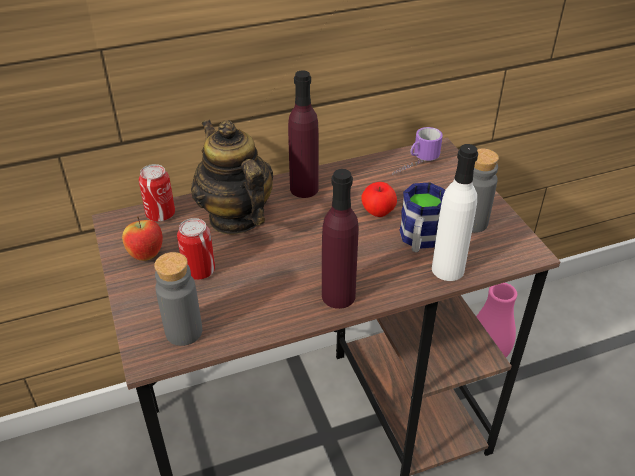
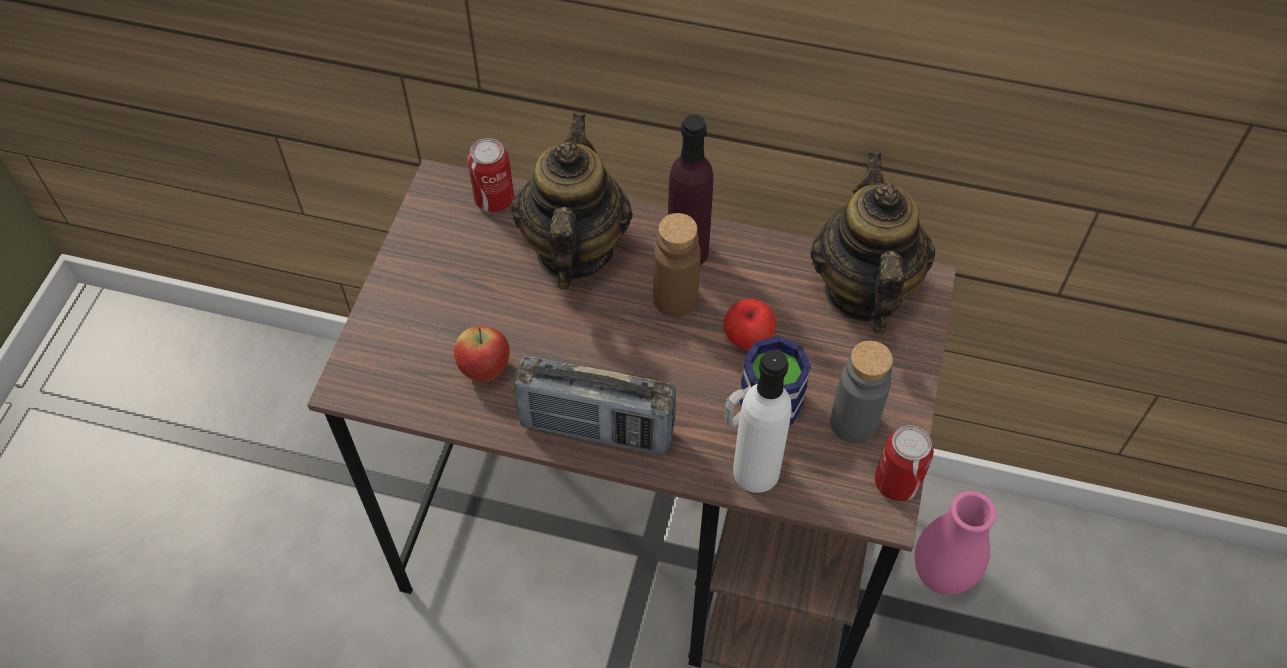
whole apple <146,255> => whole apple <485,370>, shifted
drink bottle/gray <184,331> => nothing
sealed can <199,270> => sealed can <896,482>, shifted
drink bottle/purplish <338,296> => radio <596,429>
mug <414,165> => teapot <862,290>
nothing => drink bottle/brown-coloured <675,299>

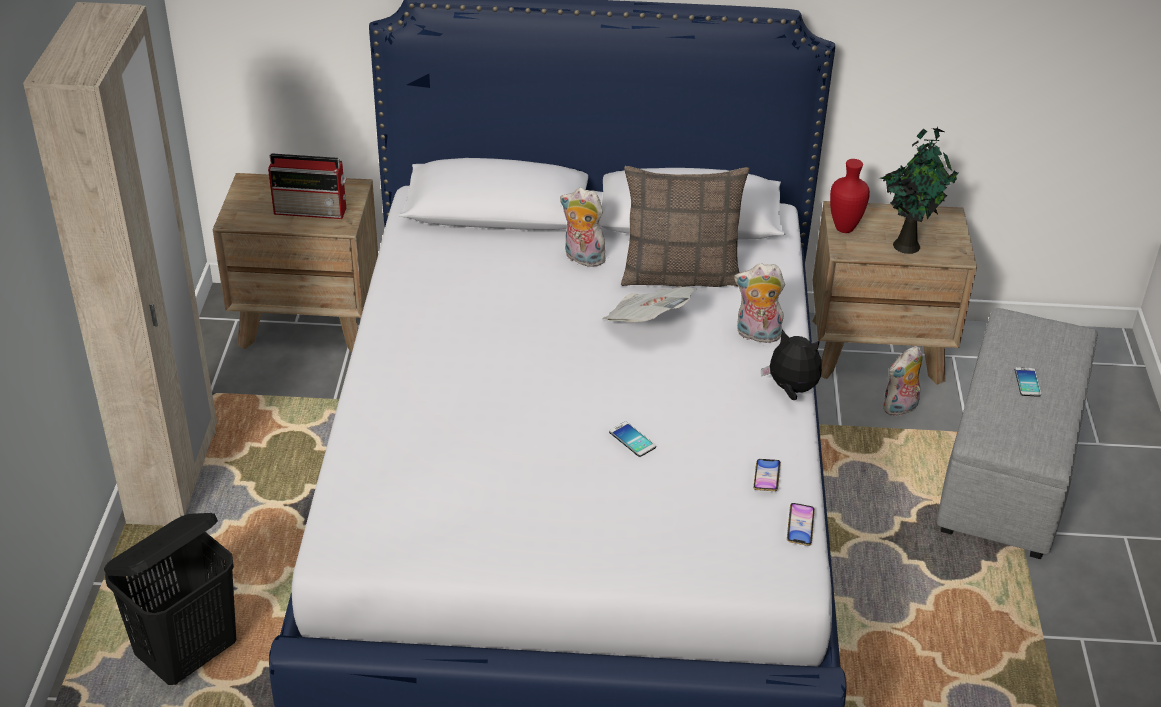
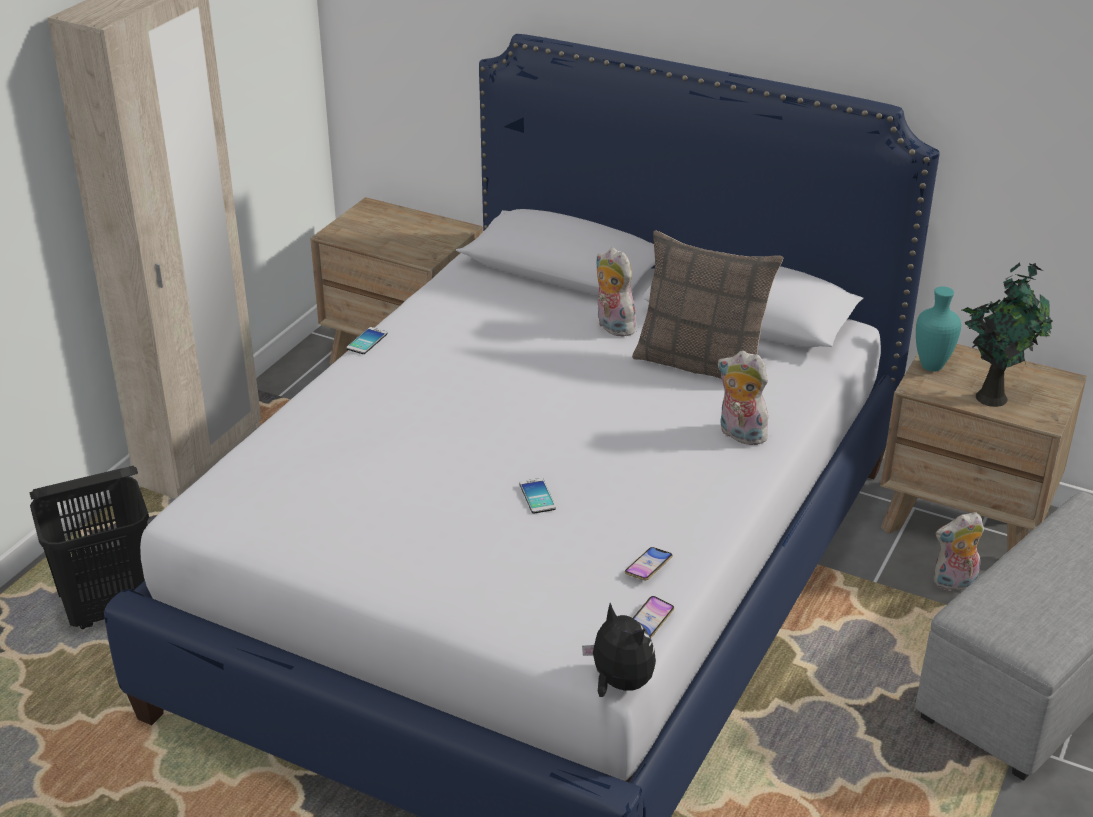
radio <312,210> => nothing
daily paper <647,323> => nothing
plush toy <791,390> => plush toy <619,683>, shifted
flower vase/red-coloured <845,229> => flower vase/turquoise-coloured <933,367>
phone <1027,382> => phone <367,341>, shifted

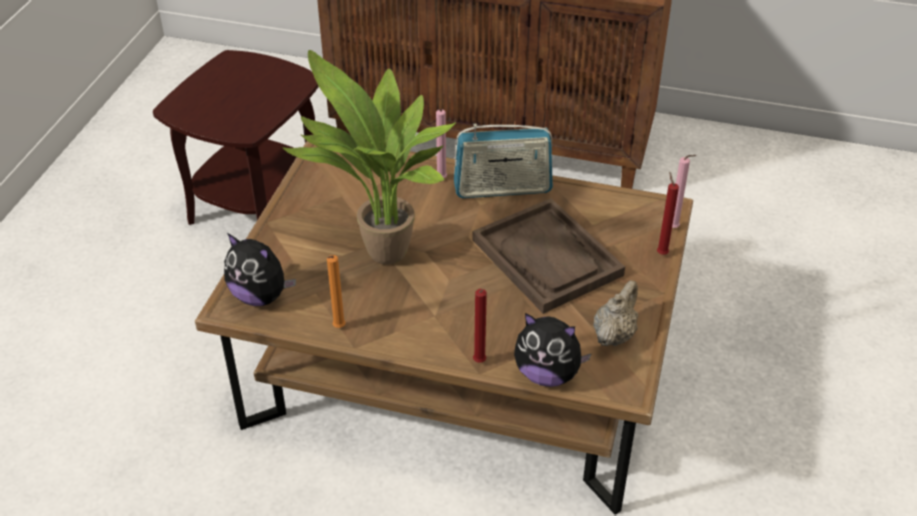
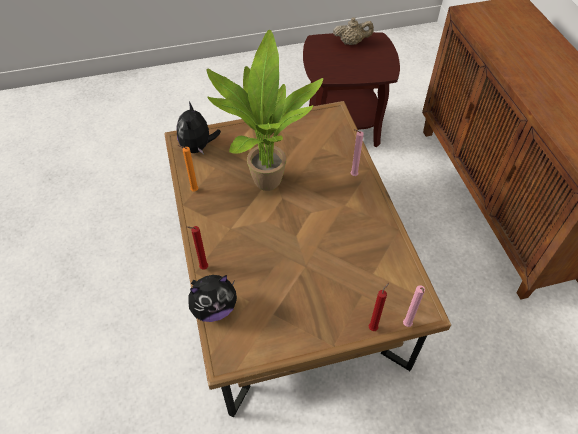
radio <502,188> => nothing
serving tray/brown-coloured <547,258> => nothing
plush toy <547,374> => plush toy <214,308>, 105 degrees counterclockwise
teapot/beige-coloured <614,335> => teapot/beige-coloured <351,42>, shifted

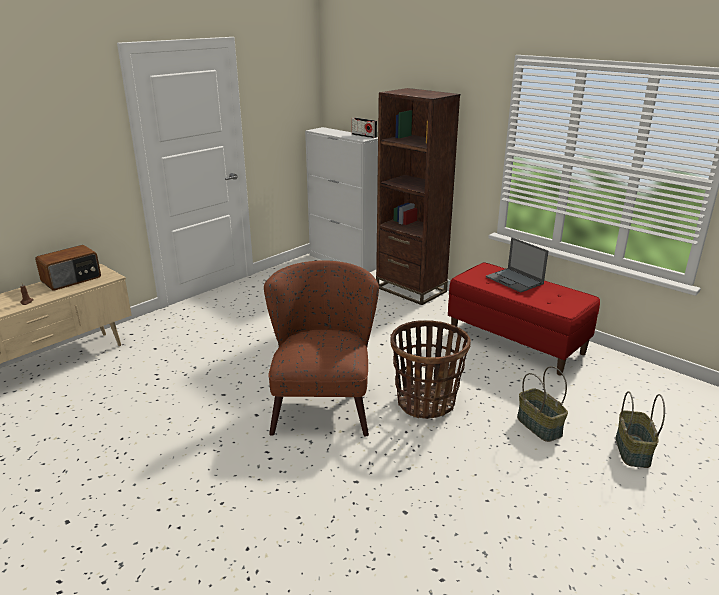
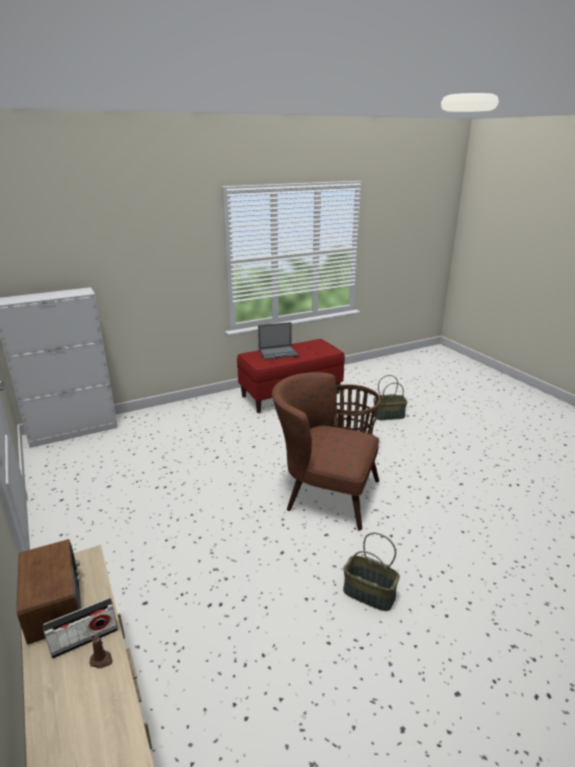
radio <364,136> => radio <85,639>, shifted
bookcase/brown-coloured <411,289> => nothing
storage basket <631,450> => storage basket <368,594>, shifted

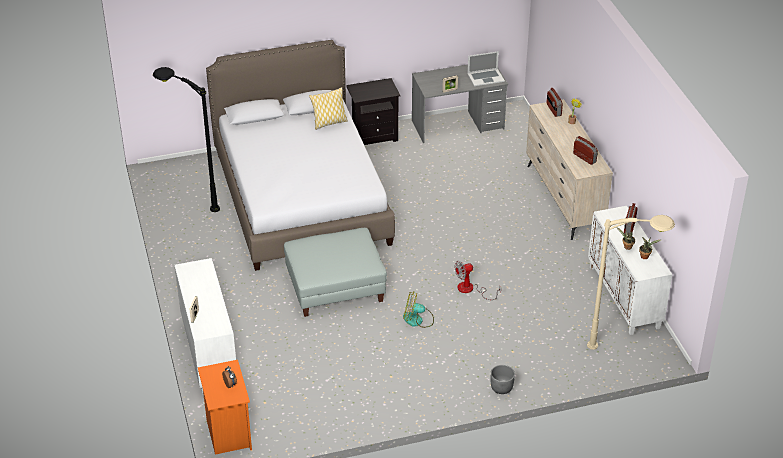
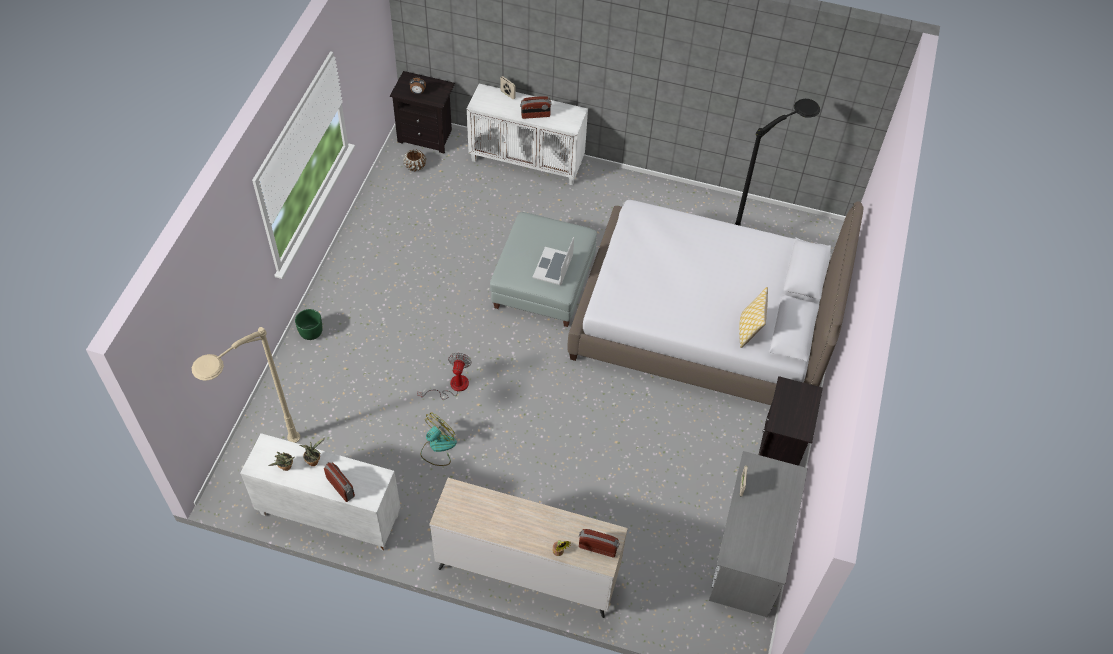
bedside table/orange-coloured <228,433> => bedside table/blackish <427,136>
electric fan <417,320> => electric fan <438,447>, shifted
notebook computer <485,77> => notebook computer <553,266>, shifted
flower pot/gray <501,388> => flower pot/green-coloured <311,332>
radio <584,158> => radio <535,115>, shifted
nothing => flower pot/brown-coloured <415,166>

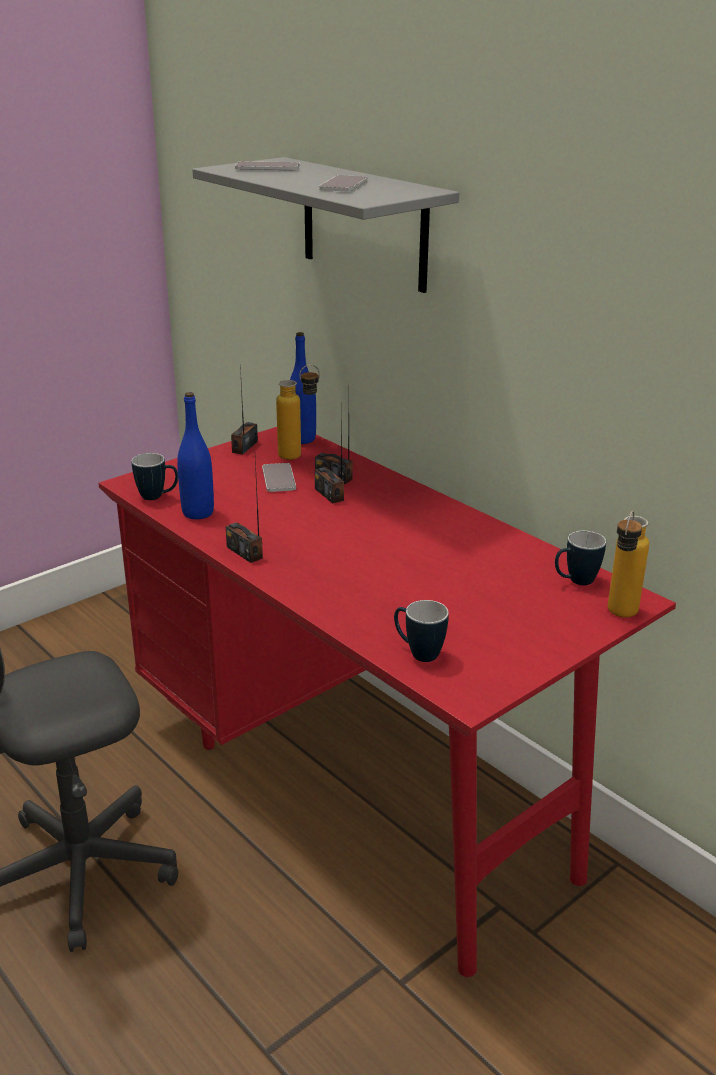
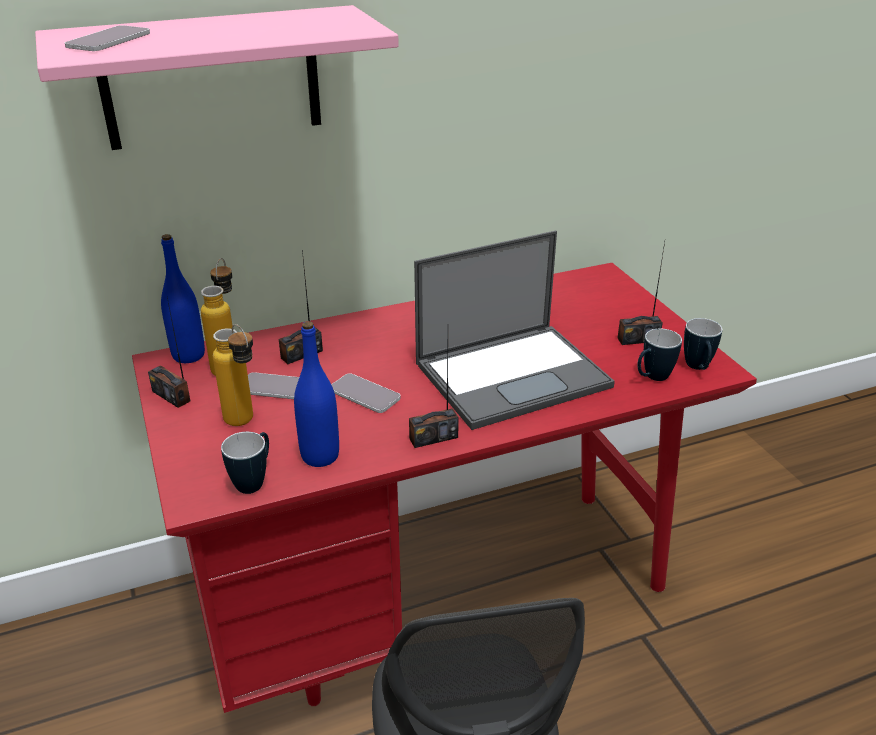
bracket shelf/gray <364,224> => bracket shelf/pink <211,78>
radio <329,494> => radio <638,339>, shifted
phone <343,185> => phone <364,394>, shifted
mug <575,582> => mug <698,368>, shifted
drink bottle <619,617> => drink bottle <245,424>, shifted
nothing => notebook computer <514,374>

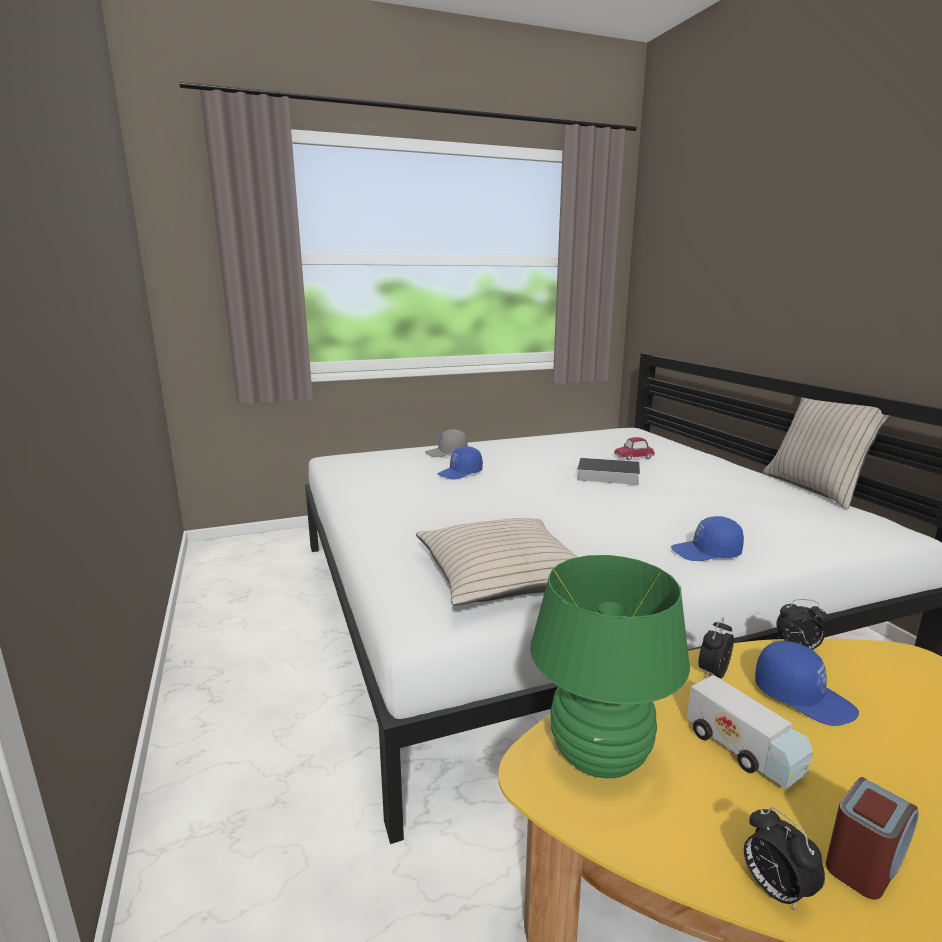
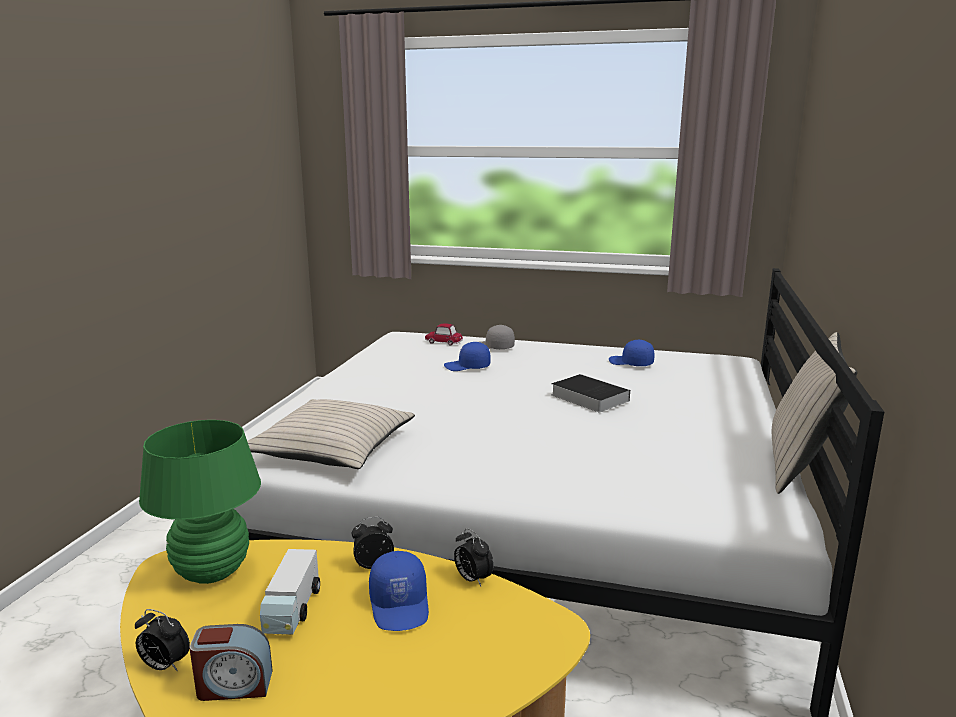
model car <633,457> => model car <443,342>, shifted
peaked cap/blue <706,553> => peaked cap/blue <630,363>, shifted
bedside clock <774,889> => bedside clock <164,666>, 75 degrees counterclockwise

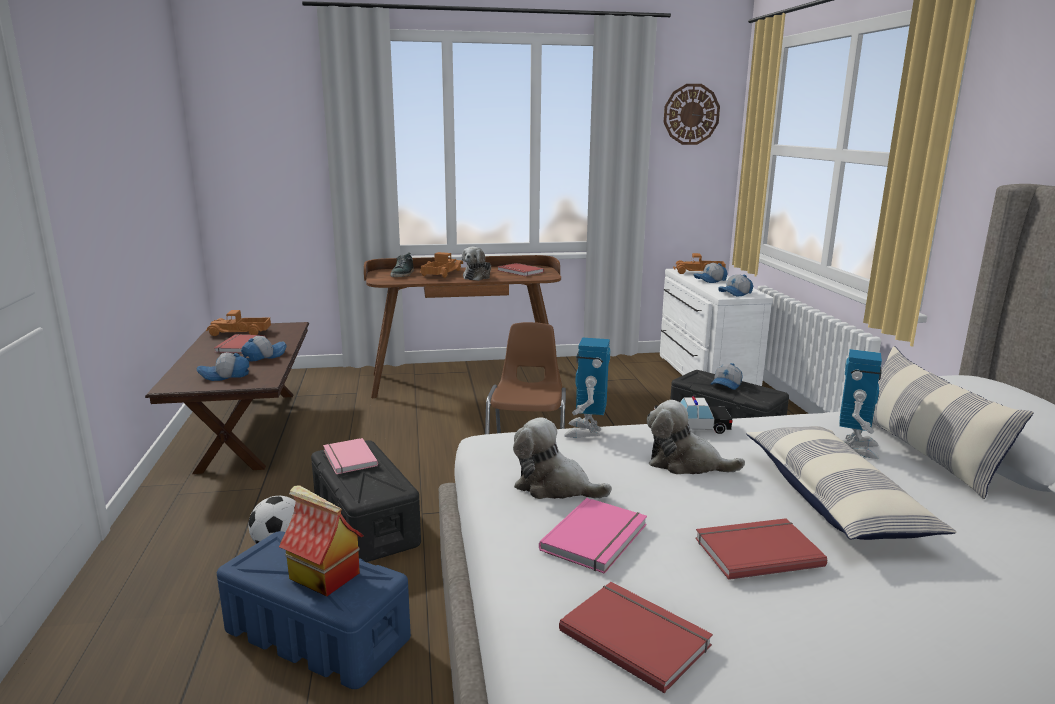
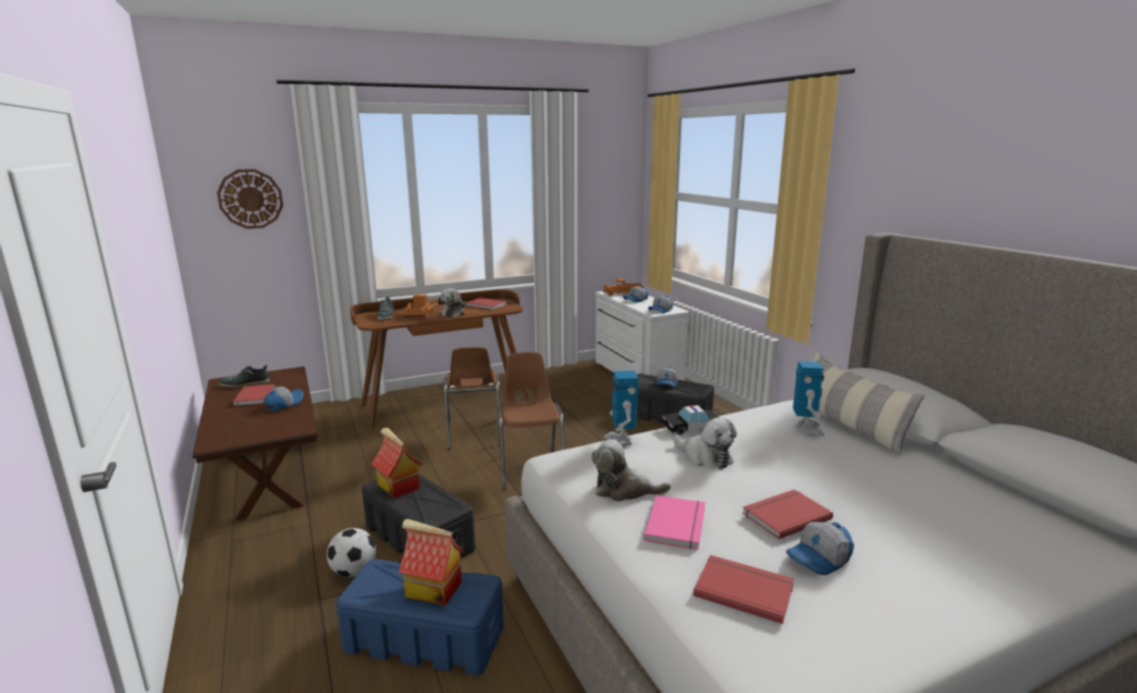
peaked cap <224,376> => peaked cap <819,559>, shifted
toy lorry <239,333> => shoe <245,384>
volume/pink <348,459> => model house <397,487>
plush toy <685,464> => plush toy <704,458>, 135 degrees counterclockwise
clock on the wall <691,114> => clock on the wall <250,199>, shifted
throw pillow <834,499> => nothing
nothing => plain chair/brown-coloured <474,434>

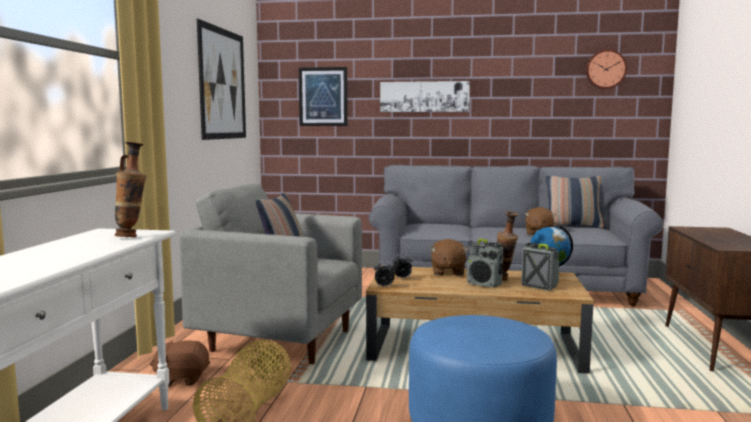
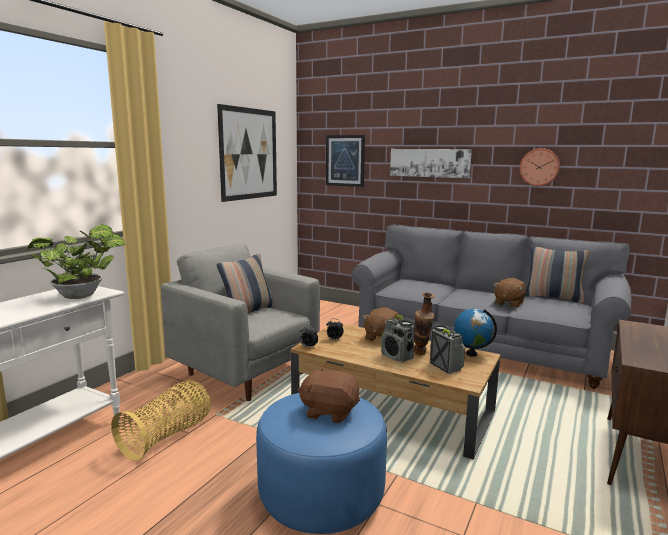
flower vase <132,237> => plant in a pot <83,296>
plush toy/brown-coloured <182,379> => plush toy/brown-coloured <329,411>, shifted
clock on the wall <605,69> => clock on the wall <539,167>, shifted

